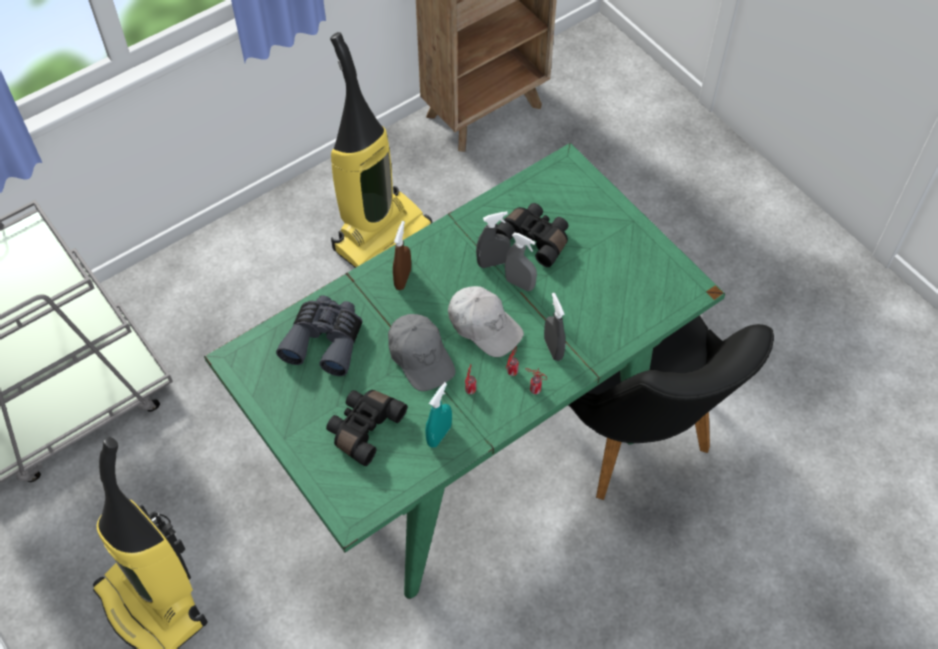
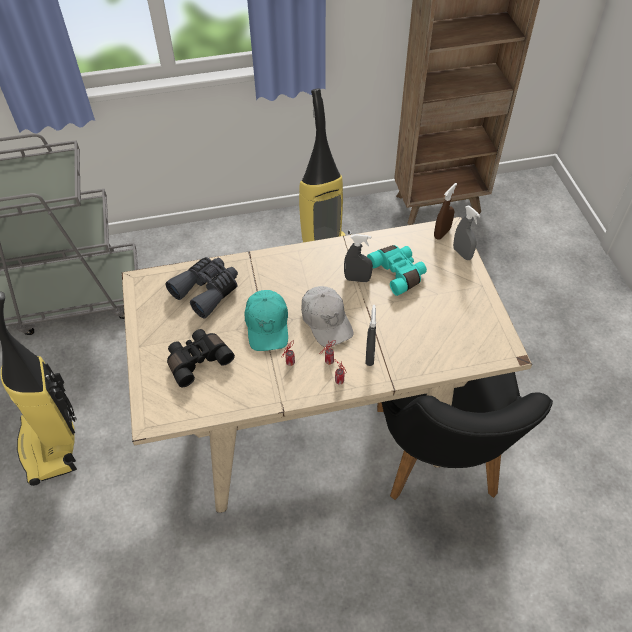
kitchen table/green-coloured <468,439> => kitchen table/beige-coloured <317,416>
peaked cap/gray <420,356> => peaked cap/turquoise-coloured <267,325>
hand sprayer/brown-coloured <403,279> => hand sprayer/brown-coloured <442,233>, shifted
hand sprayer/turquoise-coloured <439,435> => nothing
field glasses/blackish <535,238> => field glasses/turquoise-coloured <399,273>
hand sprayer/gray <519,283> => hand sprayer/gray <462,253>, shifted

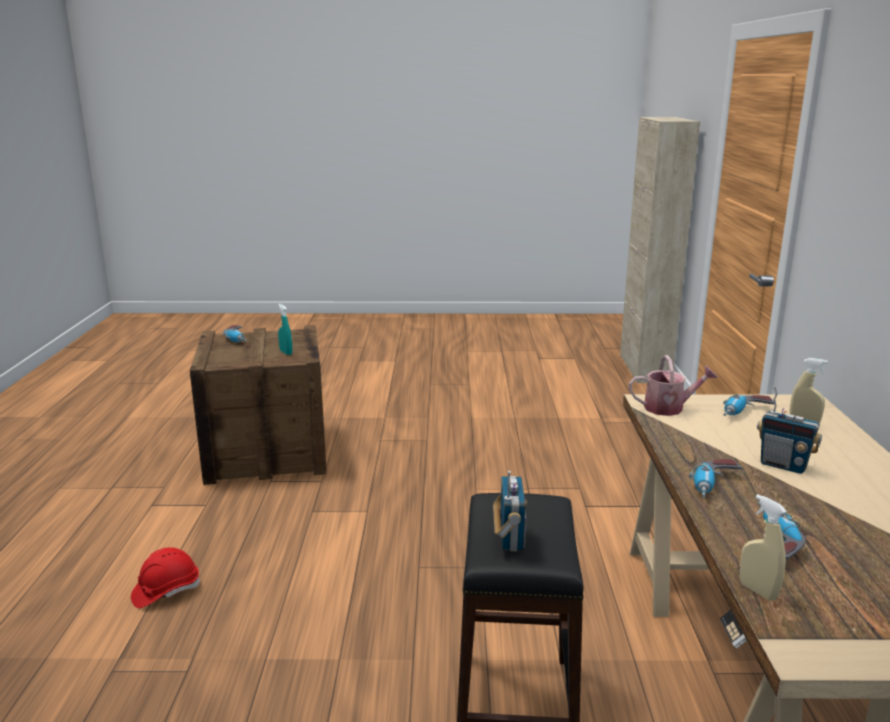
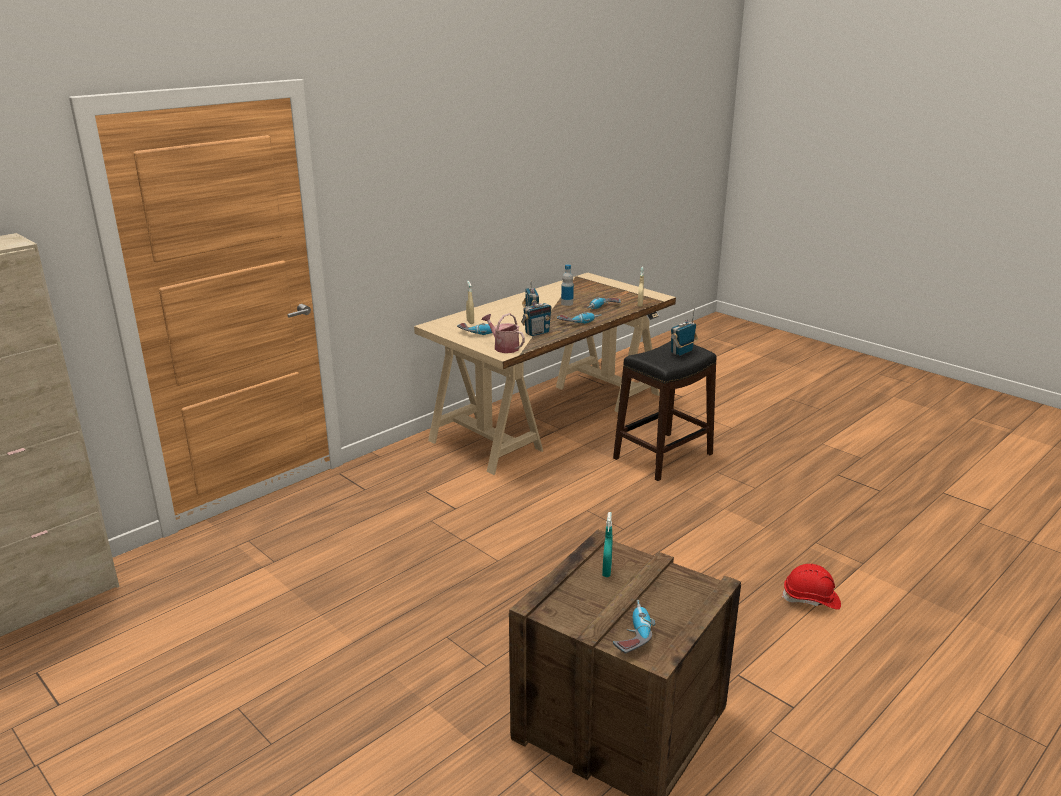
nothing => radio <537,333>
nothing => drink bottle <567,303>

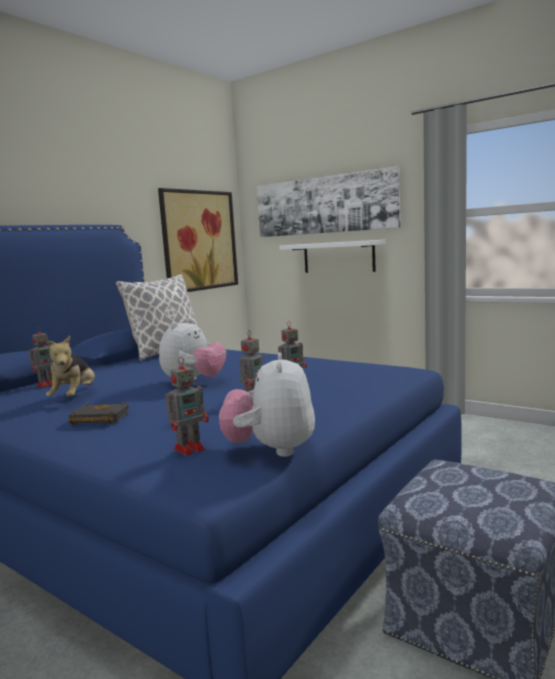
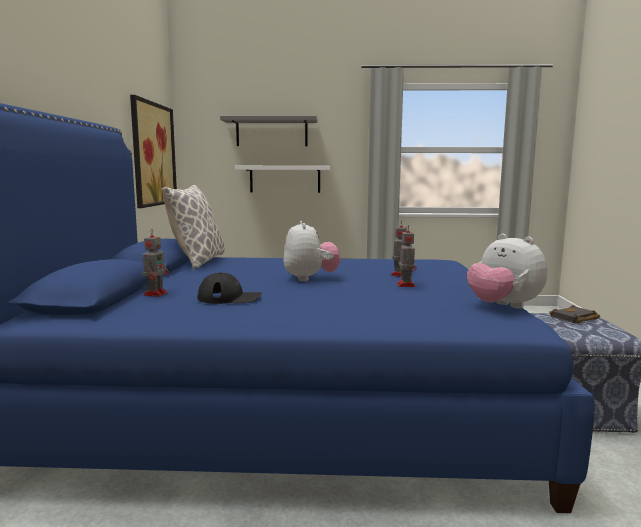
plush toy <75,397> => peaked cap/blackish <230,298>
volume/blackish <97,419> => volume/blackish <574,319>, shifted
robot figure <190,448> => nothing
picture <324,205> => bracket shelf/gray <271,132>

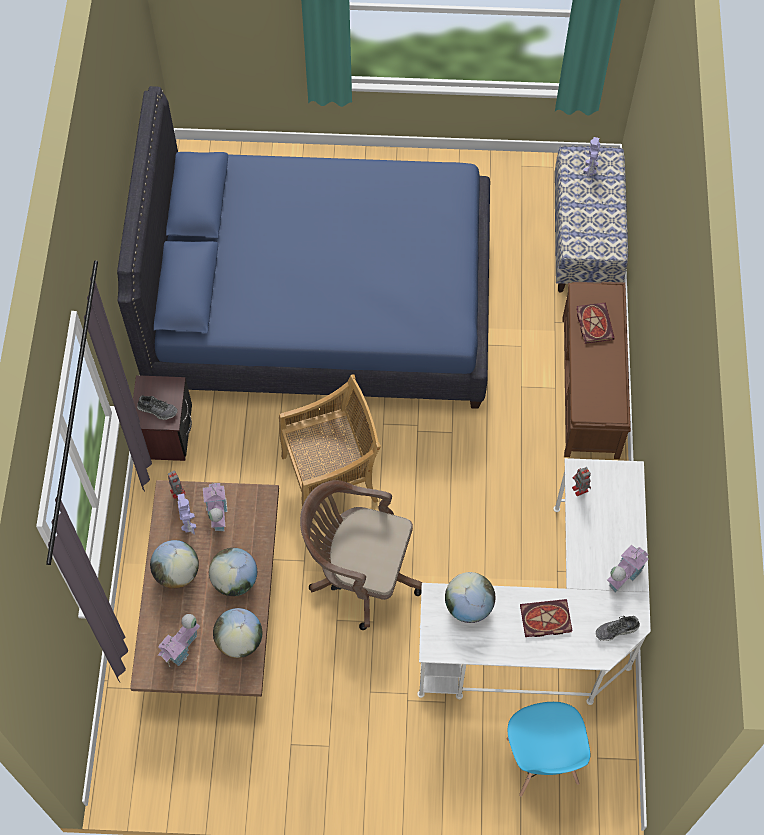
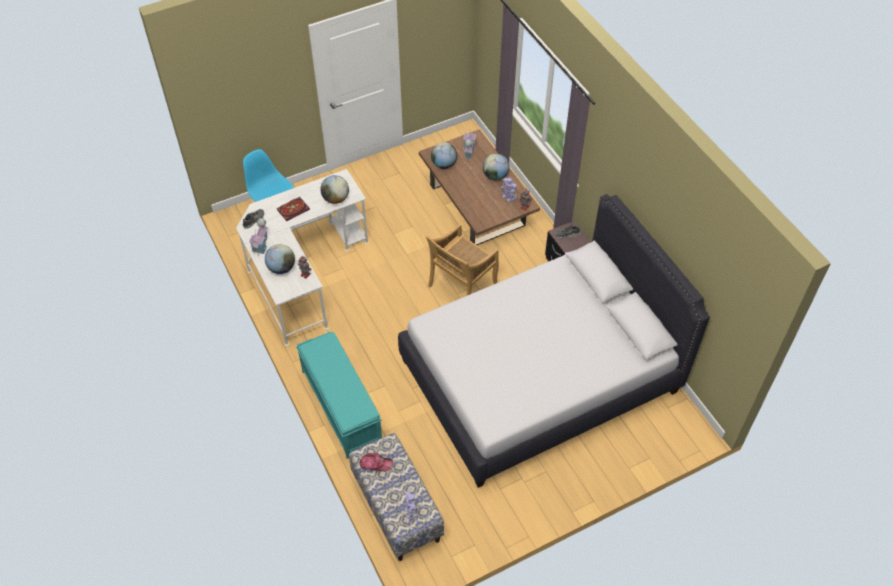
bedroom bed/blue <321,304> => bedroom bed/white-coloured <539,375>
model house <217,514> => nothing
globe <235,580> => globe <281,268>, shifted
desk chair/brown-coloured <359,573> => nothing
bench/brown-coloured <590,387> => bench/turquoise-coloured <341,405>
volume <593,323> => nothing
nothing => peaked cap <376,464>

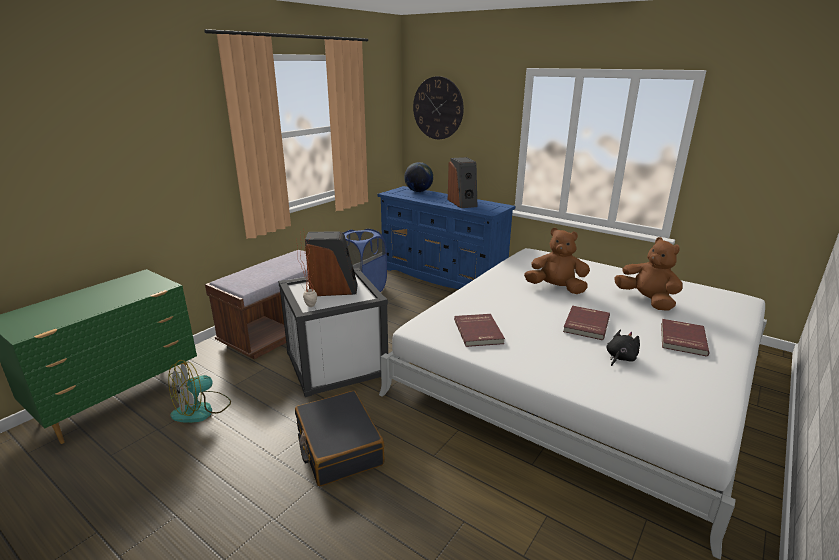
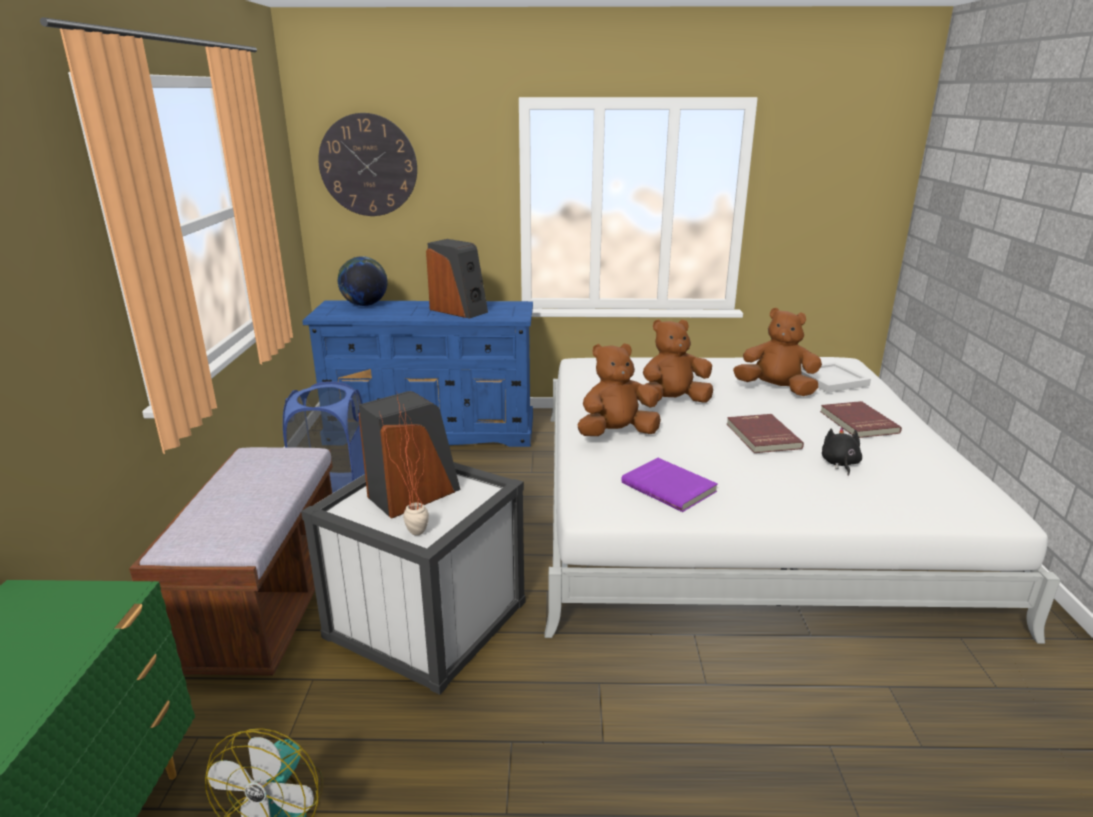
piece of luggage/blackish <338,447> => nothing
volume/red-coloured <479,332> => volume/purplish <669,486>
nothing => plush toy/brown-coloured <616,434>
nothing => serving tray/white-coloured <830,380>

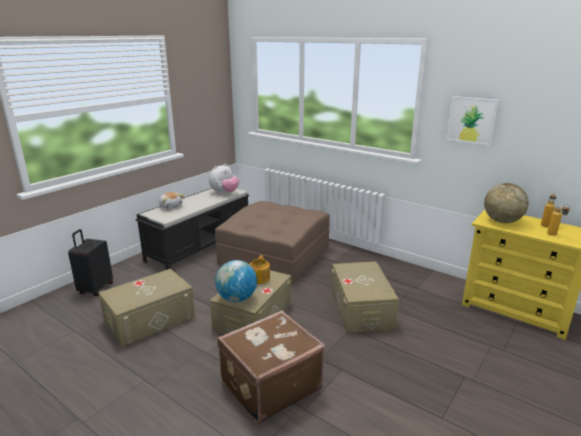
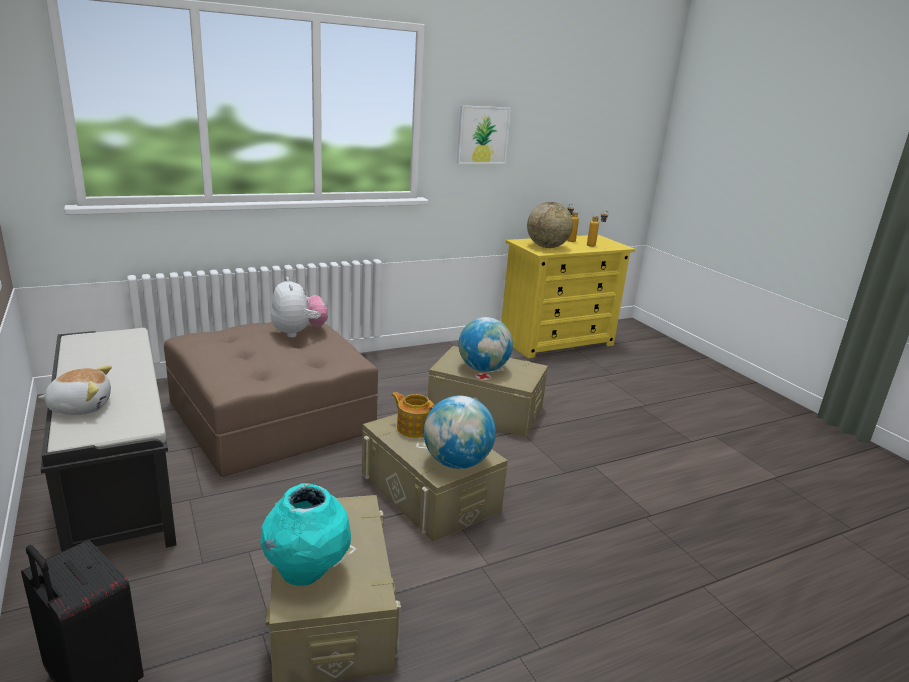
plush toy <224,193> => plush toy <298,333>, shifted
piece of luggage/brown-coloured <269,385> => nothing
nothing => flower vase/turquoise-coloured <306,572>
nothing => globe <483,369>

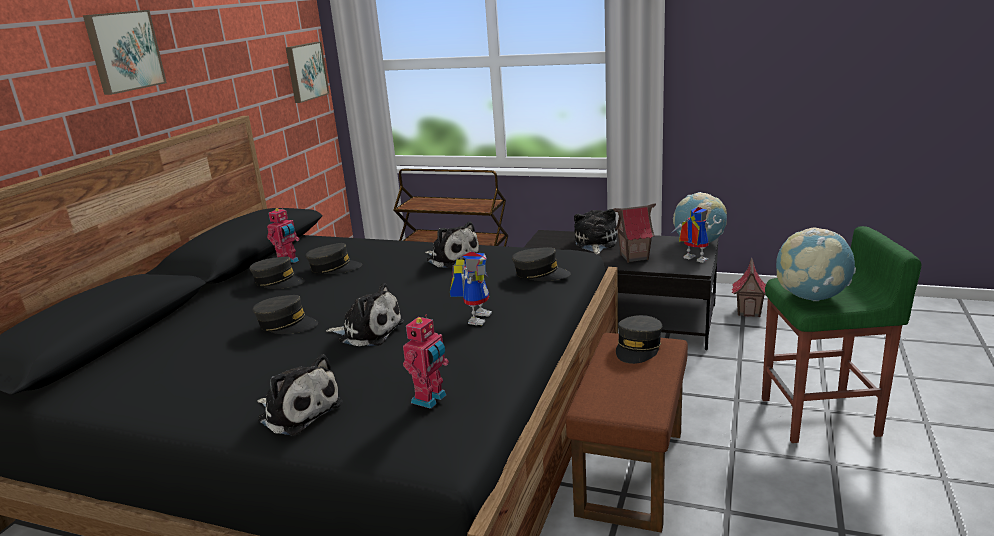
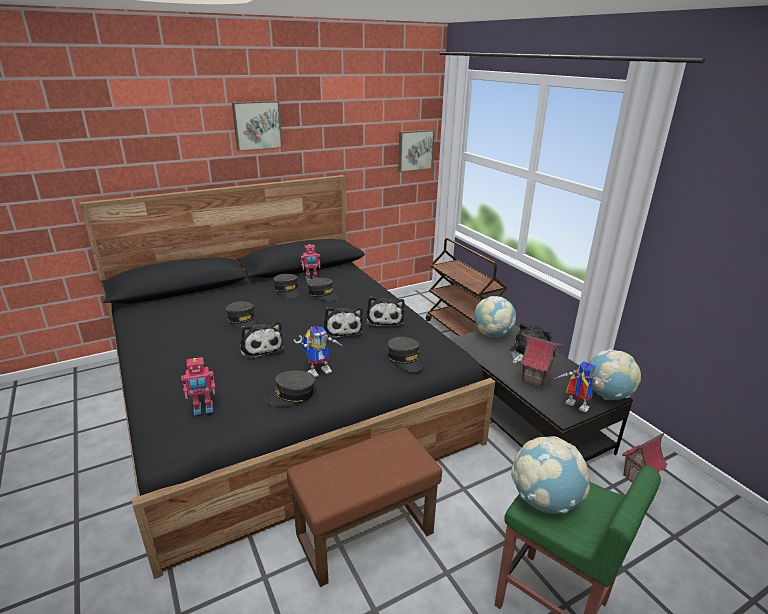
plush toy <298,411> => plush toy <342,329>, shifted
peaked cap/gray <638,348> => peaked cap/gray <291,395>, shifted
robot figure <692,260> => robot figure <573,406>, 45 degrees counterclockwise
nothing => globe <492,334>

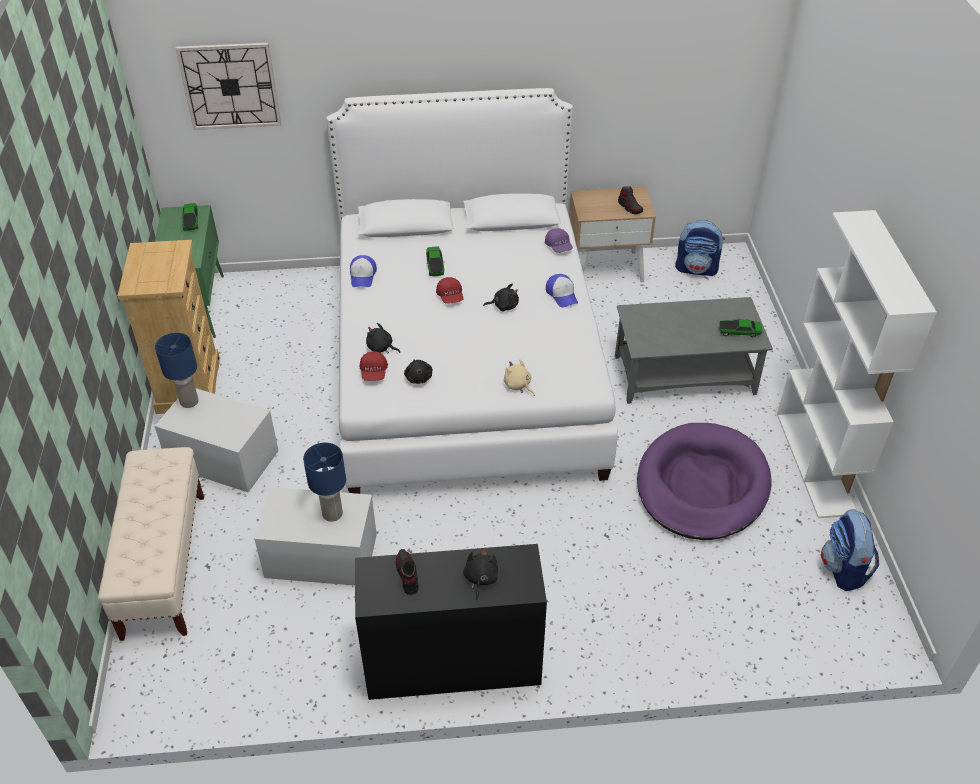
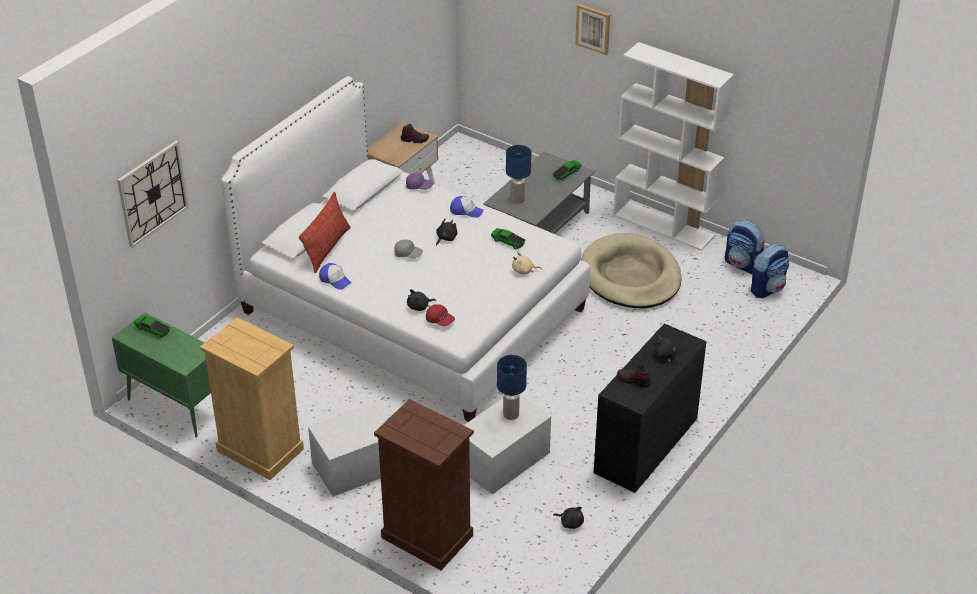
bench/beige-coloured <164,564> => dresser/brown-coloured <426,536>
lamp for a table/blue <188,402> => lamp for a table/blue <517,200>, shifted
plush toy/blackish <418,377> => plush toy/blackish <570,522>, shifted
model car <435,265> => model car <508,242>, shifted
peaked cap/red-coloured <450,297> => peaked cap/gray <408,254>
pet bed/purplish <702,485> => pet bed/beige-coloured <630,276>
rucksack <696,269> => rucksack <767,288>, shifted
nothing => throw pillow <327,248>
nothing => picture <593,28>

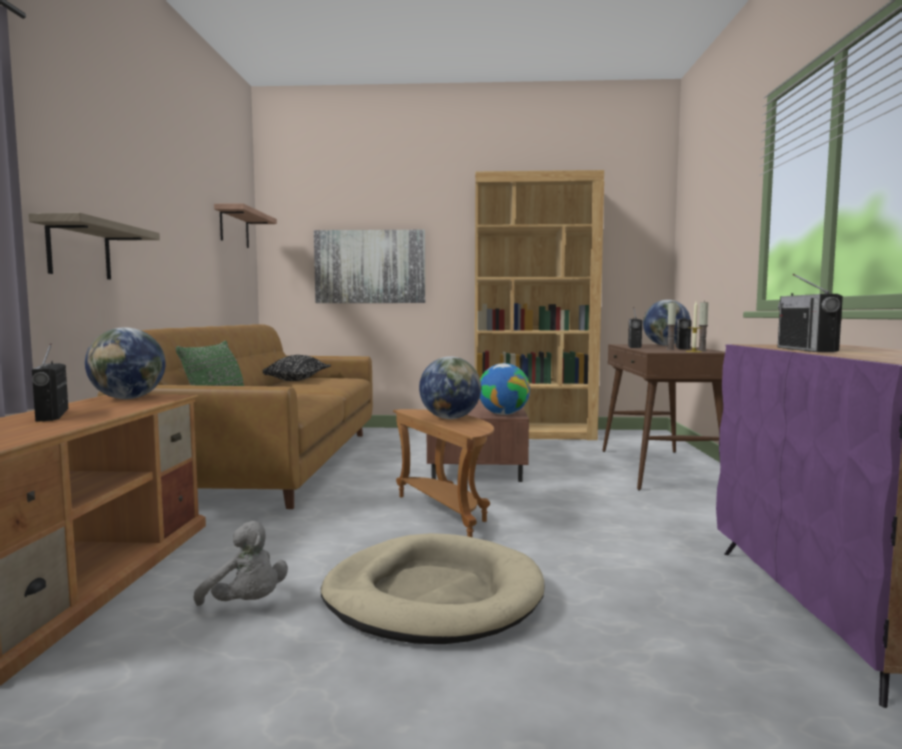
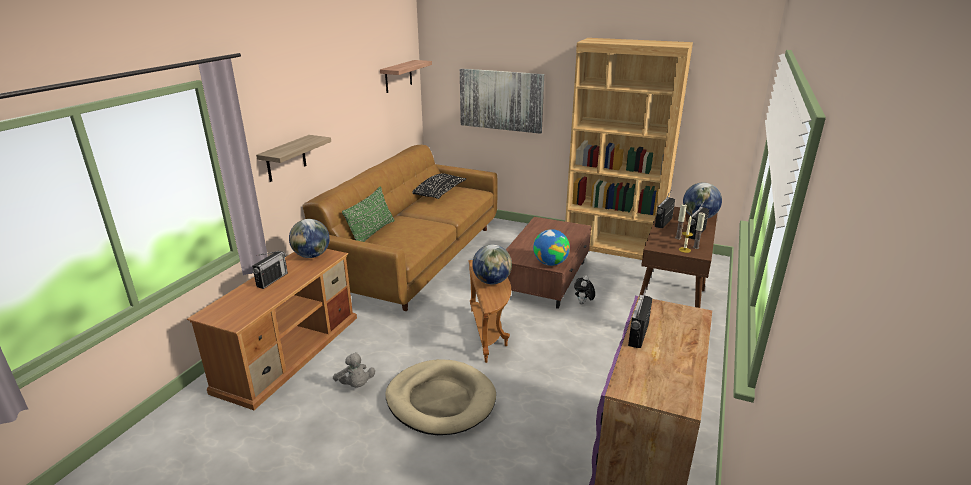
radio <52,415> => radio <272,280>, 150 degrees counterclockwise
nothing => plush toy <583,303>

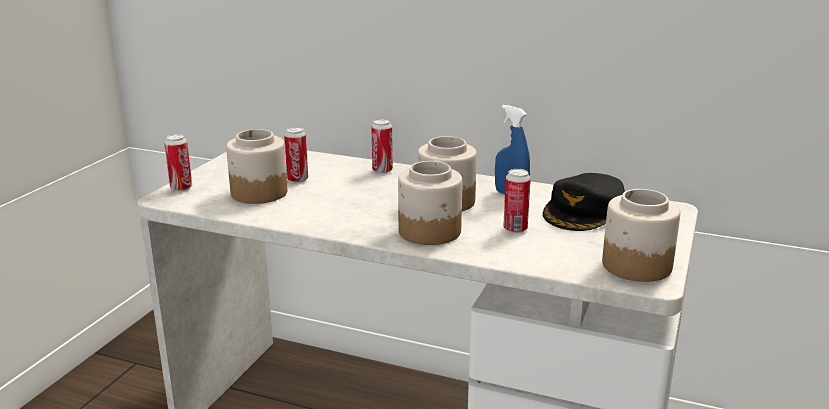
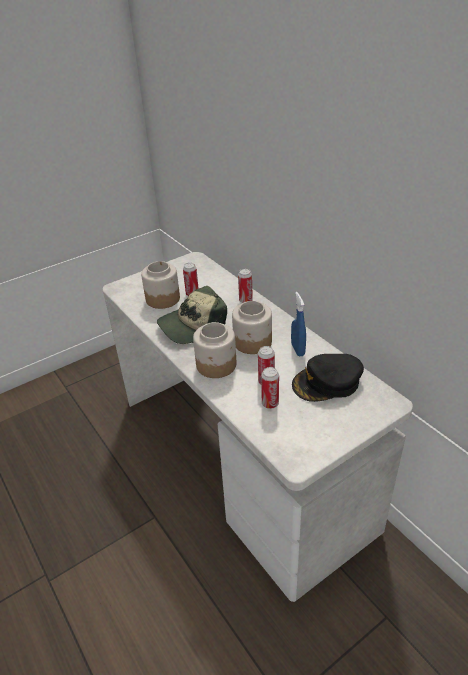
sealed can <181,188> => sealed can <270,403>, shifted
storage jar <636,265> => nothing
nothing => peaked cap <193,326>

